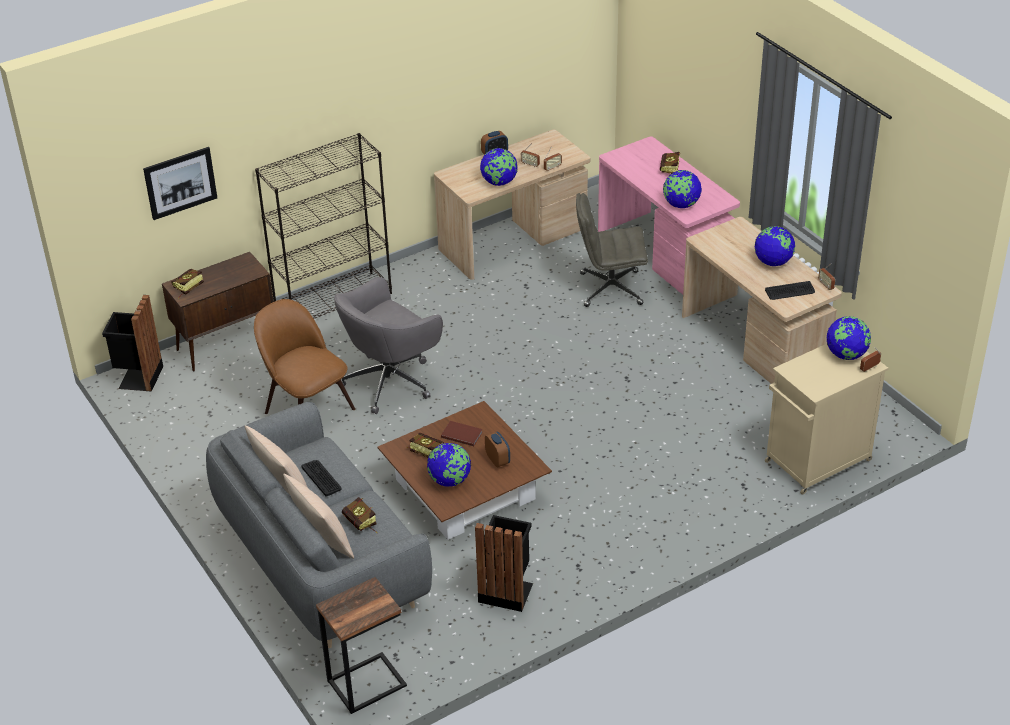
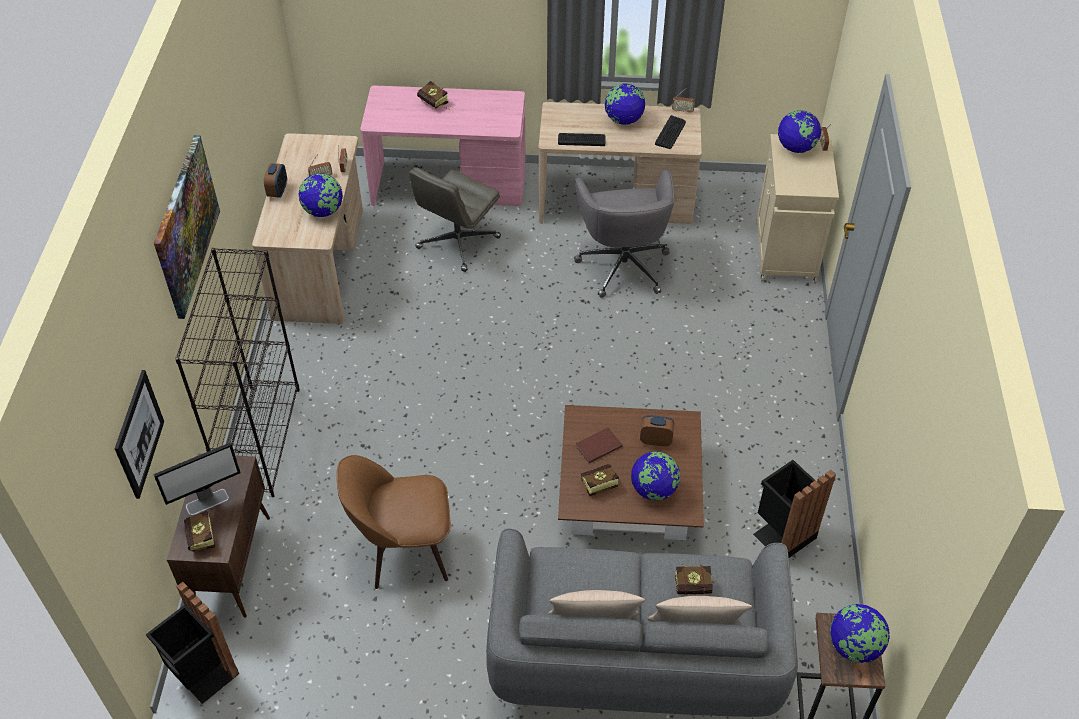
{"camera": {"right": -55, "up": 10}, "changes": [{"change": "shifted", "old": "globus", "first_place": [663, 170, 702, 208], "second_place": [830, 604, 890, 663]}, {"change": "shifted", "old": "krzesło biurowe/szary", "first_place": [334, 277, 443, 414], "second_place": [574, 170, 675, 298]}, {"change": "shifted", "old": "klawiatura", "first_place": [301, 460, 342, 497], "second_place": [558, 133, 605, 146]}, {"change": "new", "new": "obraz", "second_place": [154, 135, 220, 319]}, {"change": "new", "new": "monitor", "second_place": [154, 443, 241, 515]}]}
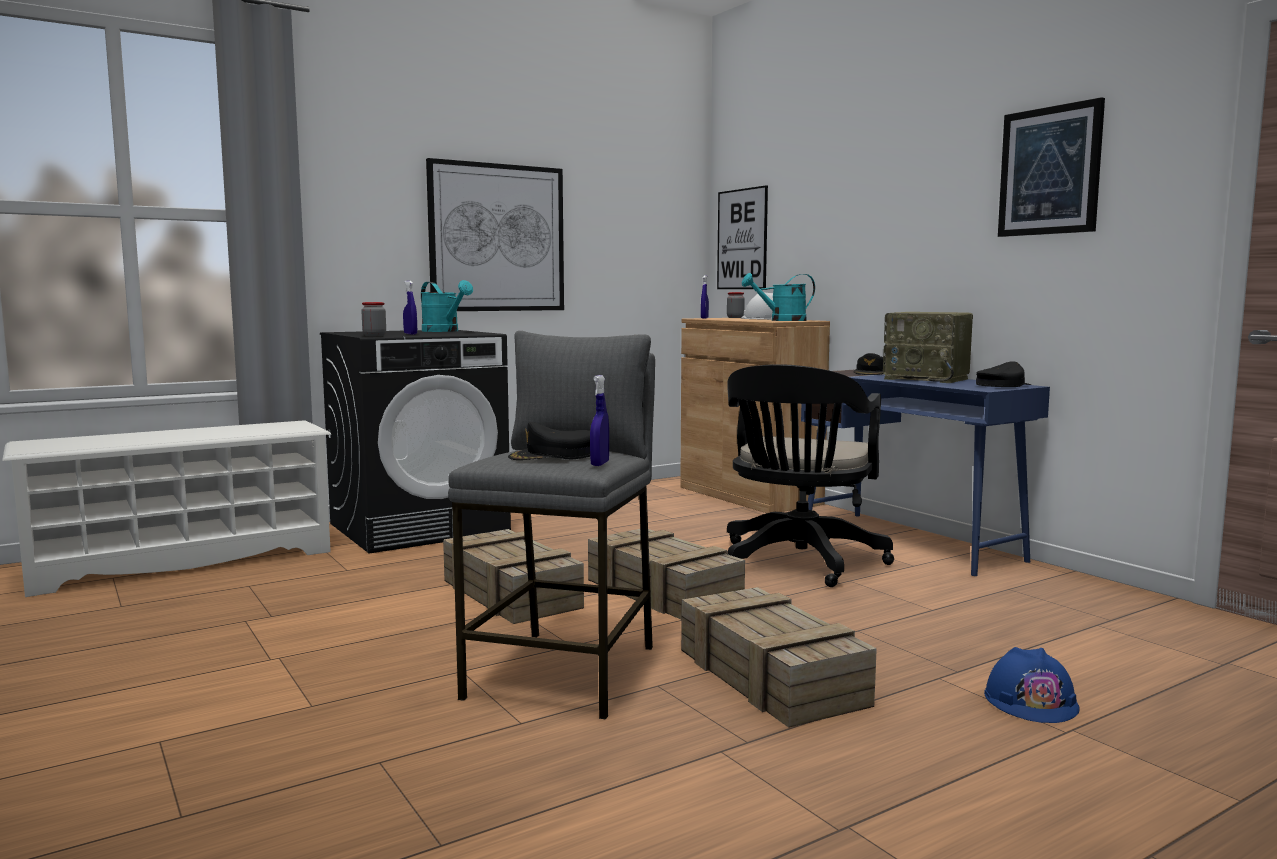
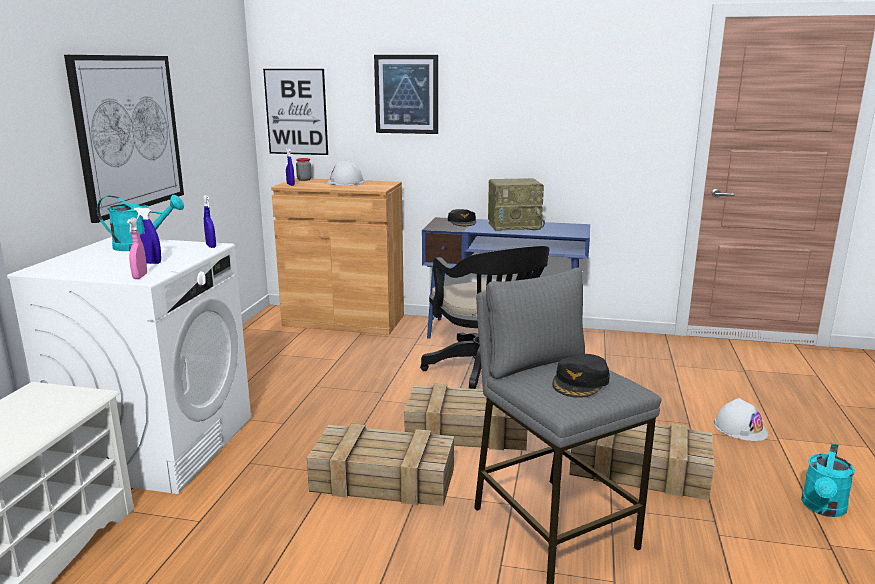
{"camera": {"right": -45, "up": 10}, "changes": [{"change": "shifted", "old": "obraz", "first_place": [998, 97, 1105, 237], "second_place": [374, 55, 438, 134]}, {"change": "shifted", "old": "konewka/turkusowy", "first_place": [742, 273, 815, 321], "second_place": [801, 443, 855, 517]}, {"change": "swapped", "old": "słoik", "new": "spryskiwacz/różowy", "first_place": [361, 302, 386, 336], "second_place": [127, 218, 147, 279]}, {"change": "repainted", "old": "pralka/czarny", "new": "pralka/biały", "first_place": [320, 330, 511, 554], "second_place": [7, 237, 251, 494]}, {"change": "gone", "old": "czapka z daszkiem/czarny", "first_place": [976, 361, 1031, 387]}, {"change": "shifted", "old": "spryskiwacz/niebieski", "first_place": [590, 375, 609, 466], "second_place": [203, 195, 216, 248]}, {"change": "repainted", "old": "kask/niebieski", "new": "kask/biały", "first_place": [984, 647, 1080, 723], "second_place": [713, 398, 769, 441]}]}
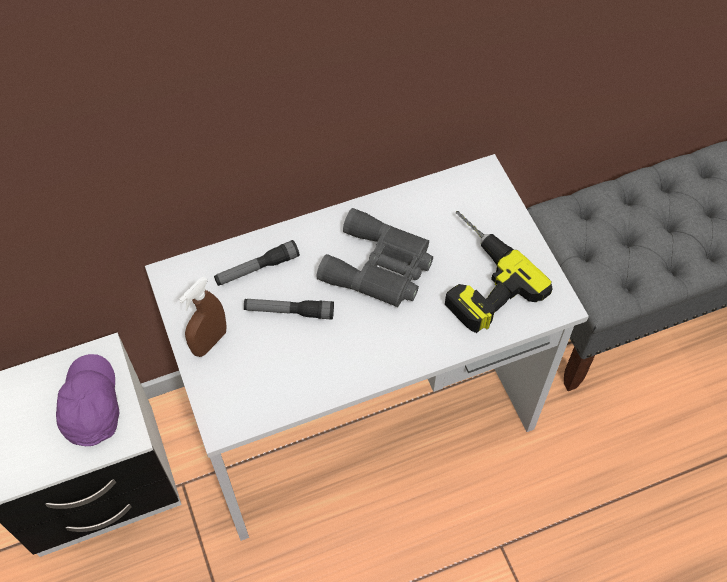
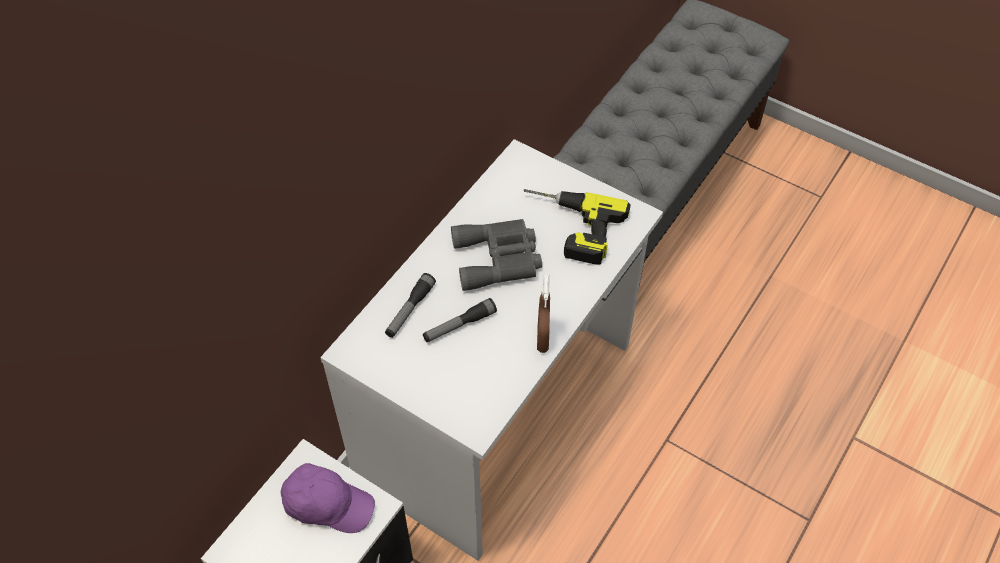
{"camera": {"right": -35, "up": -5}, "changes": [{"change": "shifted", "old": "spryskiwacz/brązowy", "first_place": [179, 276, 227, 357], "second_place": [537, 275, 550, 353]}, {"change": "rotated", "old": "czapka z daszkiem/fioletowy", "first_place": [56, 354, 120, 446], "second_place": [281, 463, 375, 533], "degrees": 150}]}
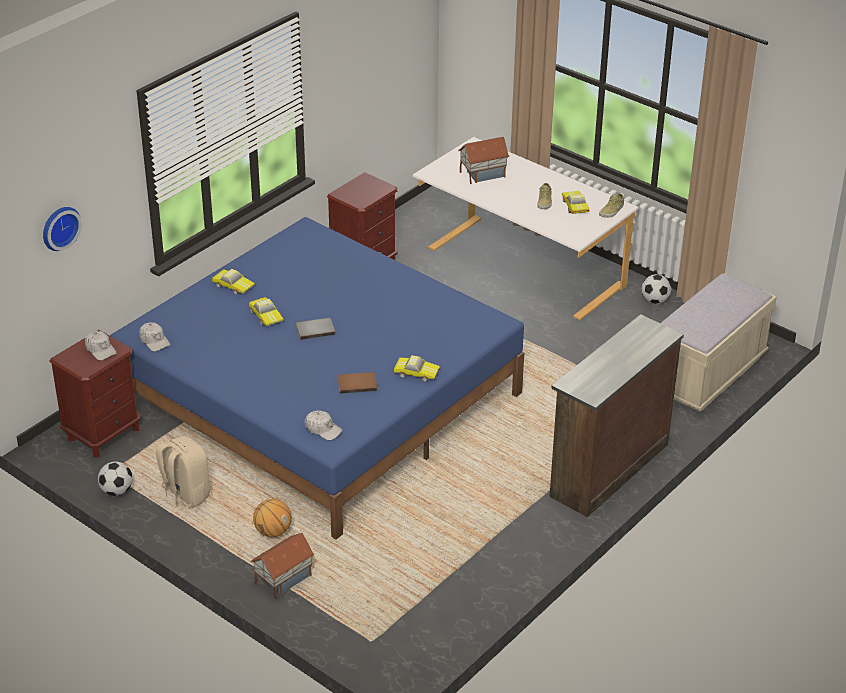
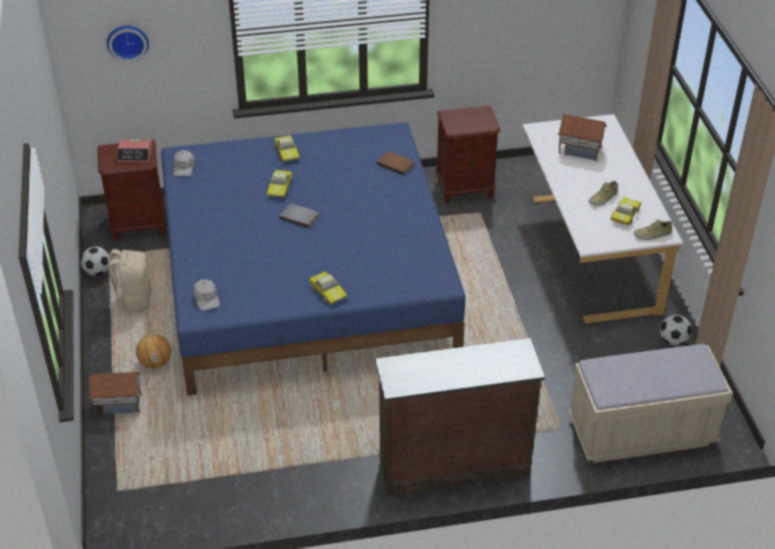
{"camera": {"right": 40, "up": 5}, "changes": [{"change": "swapped", "old": "czapka z daszkiem/biały", "new": "budzik", "first_place": [85, 331, 116, 360], "second_place": [117, 139, 153, 163]}, {"change": "shifted", "old": "książka/brązowy", "first_place": [338, 372, 377, 394], "second_place": [377, 151, 415, 175]}]}
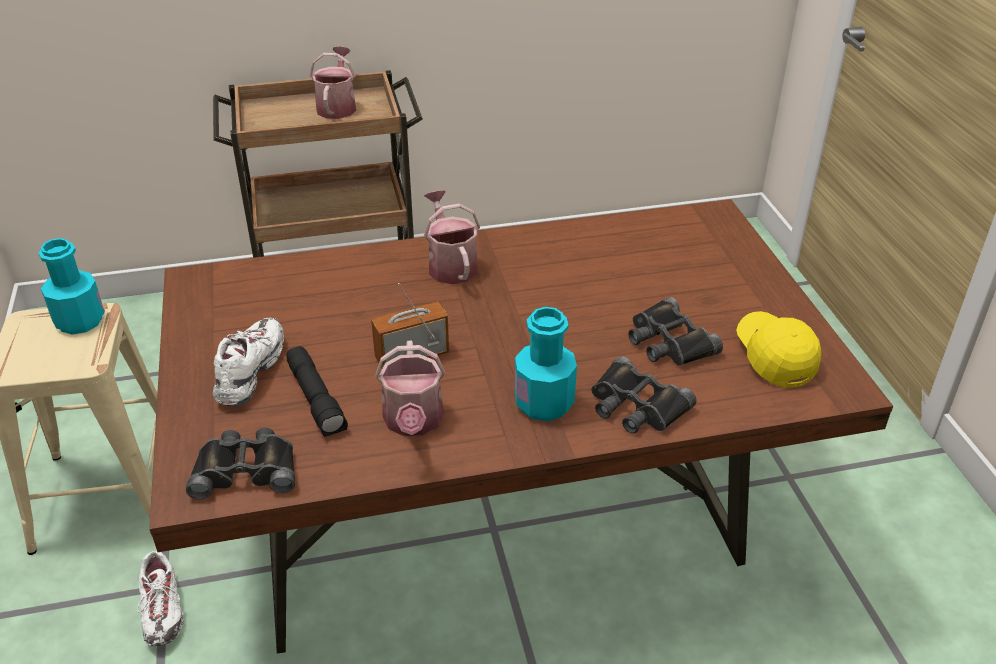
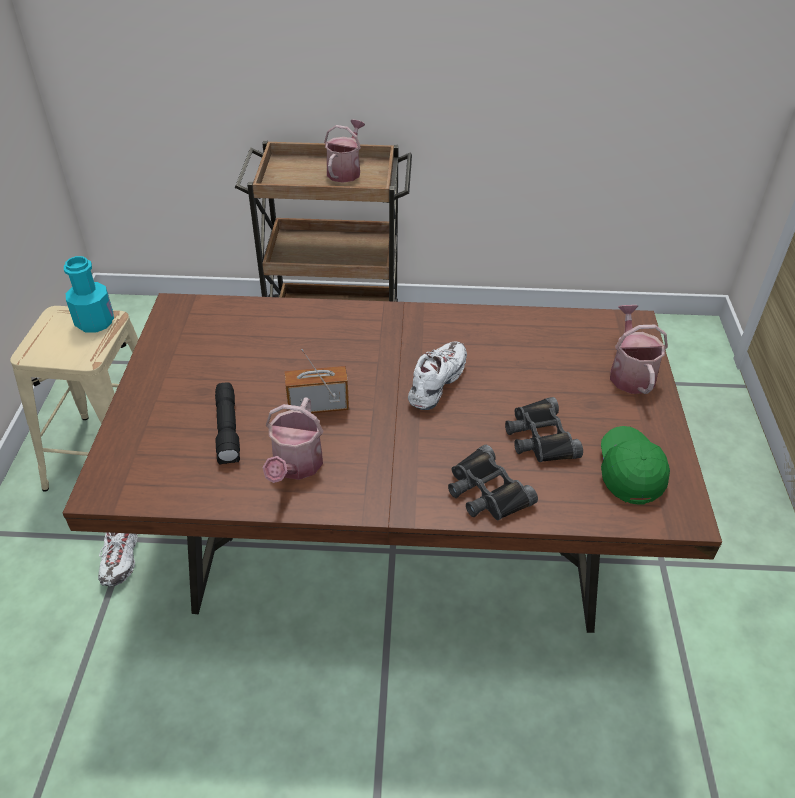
{"camera": {"right": 15, "up": 5}, "changes": [{"change": "shifted", "old": "konewka", "first_place": [424, 190, 480, 284], "second_place": [610, 305, 668, 394]}, {"change": "gone", "old": "butelka/turkusowy", "first_place": [515, 307, 577, 421]}, {"change": "repainted", "old": "czapka z daszkiem/żółty", "new": "czapka z daszkiem/zielony", "first_place": [736, 311, 821, 388], "second_place": [601, 426, 670, 505]}, {"change": "shifted", "old": "but/biały", "first_place": [213, 318, 284, 407], "second_place": [408, 342, 467, 410]}, {"change": "gone", "old": "lornetka/czarny", "first_place": [186, 428, 295, 499]}]}
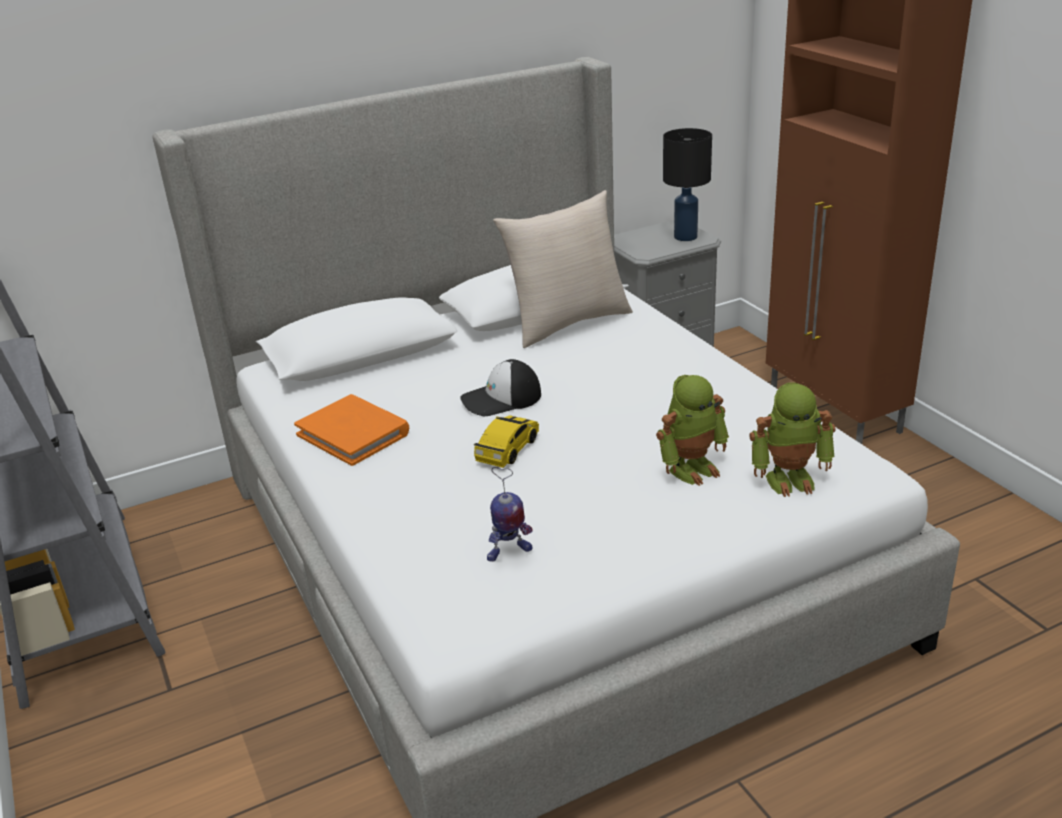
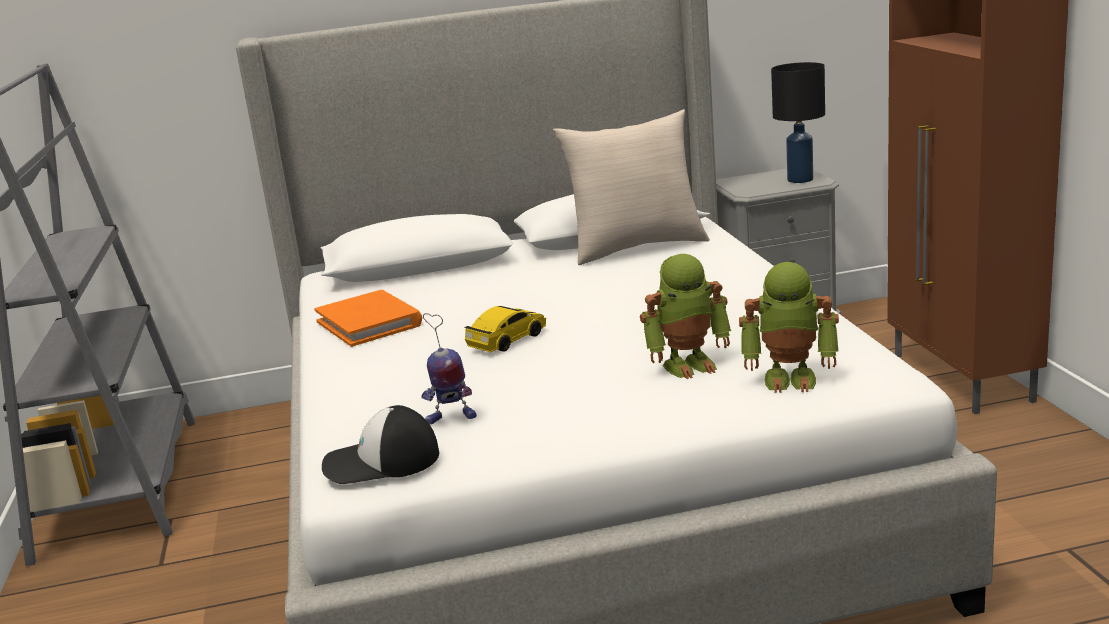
{"camera": {"right": 15, "up": -10}, "changes": [{"change": "shifted", "old": "czapka z daszkiem", "first_place": [460, 359, 541, 416], "second_place": [322, 405, 439, 484]}]}
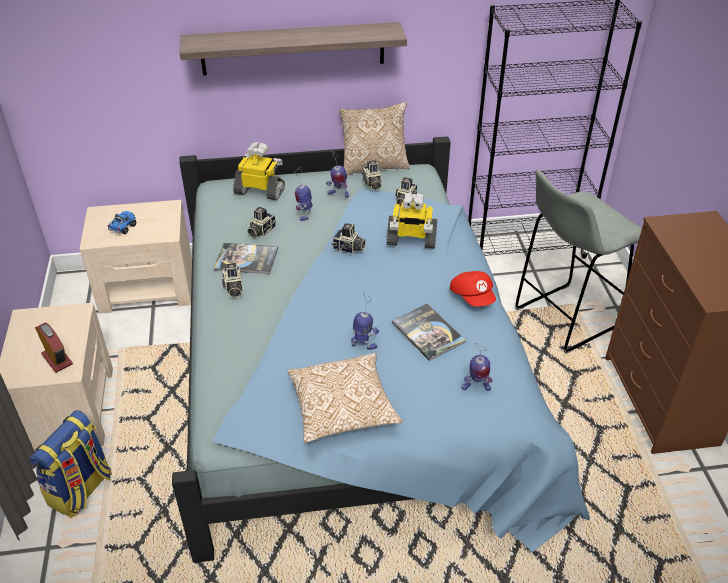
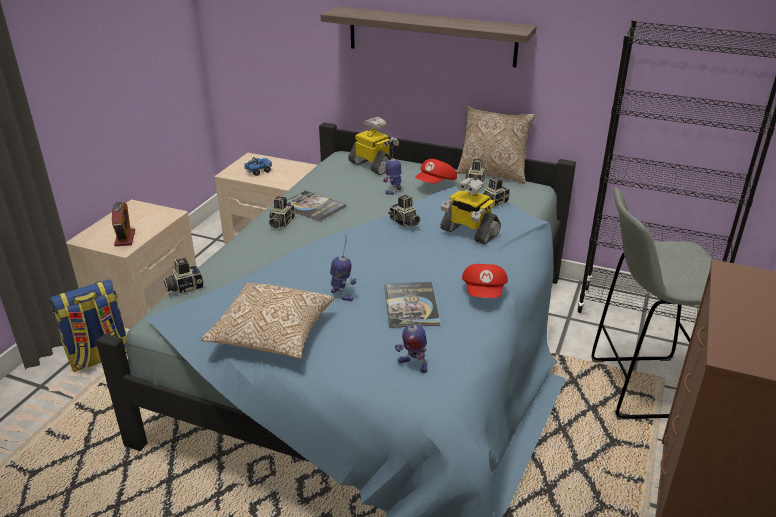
{"camera": {"right": 30, "up": -10}, "changes": [{"change": "swapped", "old": "robot zabawkowy", "new": "czapka z daszkiem/czerwony", "first_place": [326, 151, 349, 198], "second_place": [415, 159, 457, 183]}, {"change": "shifted", "old": "aparat fotograficzny", "first_place": [247, 207, 276, 238], "second_place": [163, 258, 204, 294]}]}
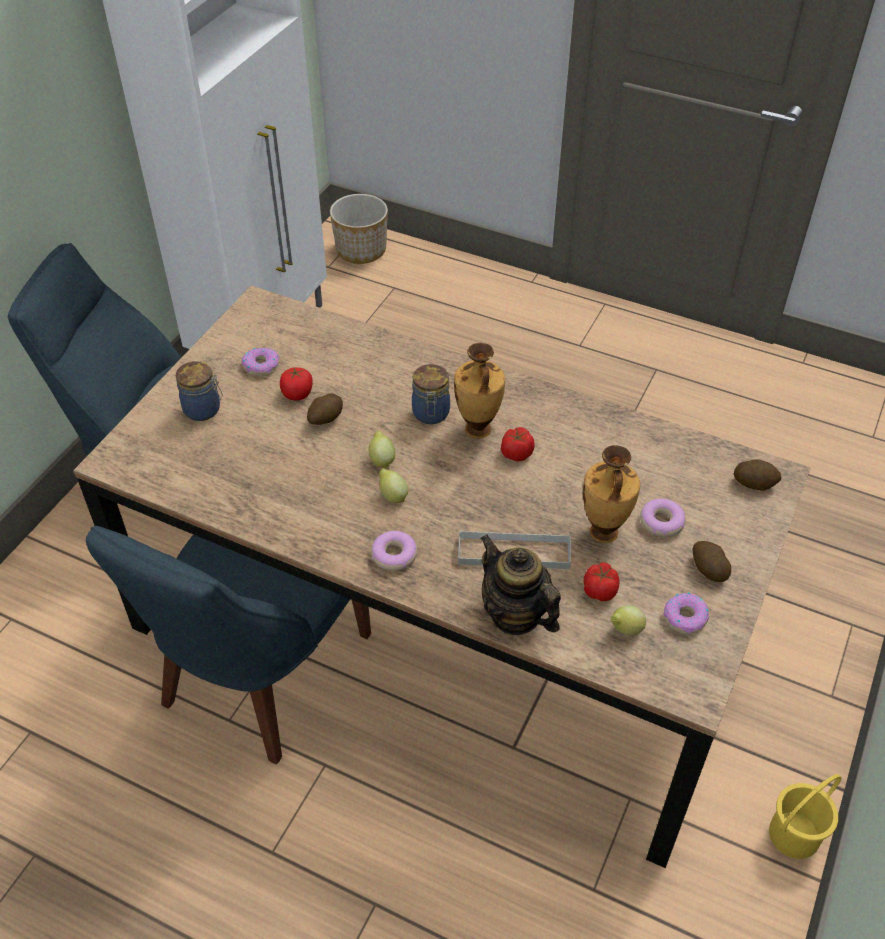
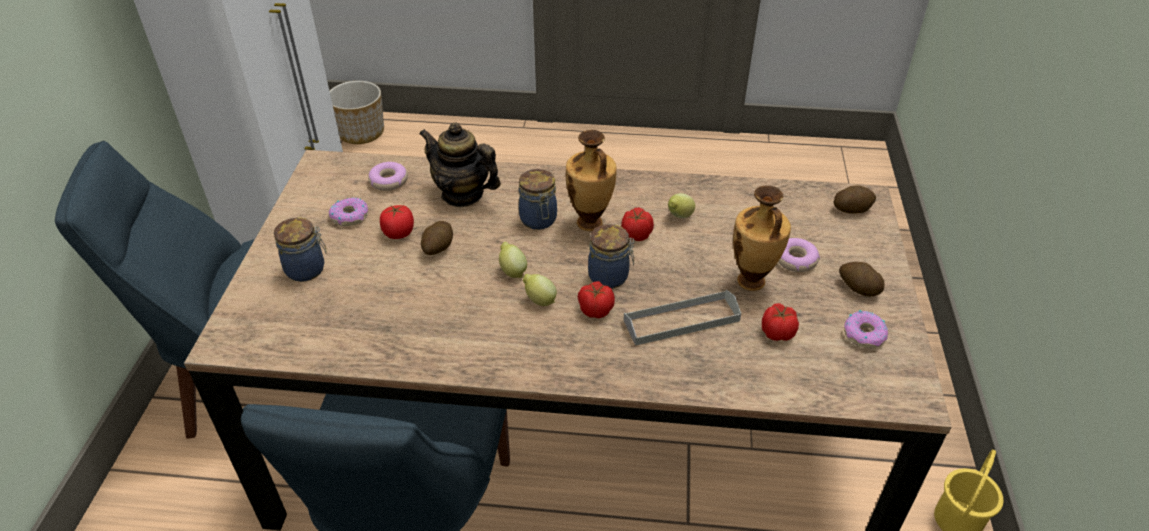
{"camera": {"right": -20, "up": -5}, "changes": [{"change": "shifted", "old": "donut", "first_place": [371, 531, 417, 571], "second_place": [368, 162, 408, 191]}, {"change": "shifted", "old": "imbryk", "first_place": [480, 535, 561, 635], "second_place": [419, 122, 501, 207]}, {"change": "shifted", "old": "cytryna", "first_place": [611, 606, 646, 636], "second_place": [668, 193, 695, 218]}, {"change": "new", "new": "słoik", "second_place": [588, 224, 635, 289]}, {"change": "new", "new": "pomidor", "second_place": [578, 281, 615, 318]}]}
